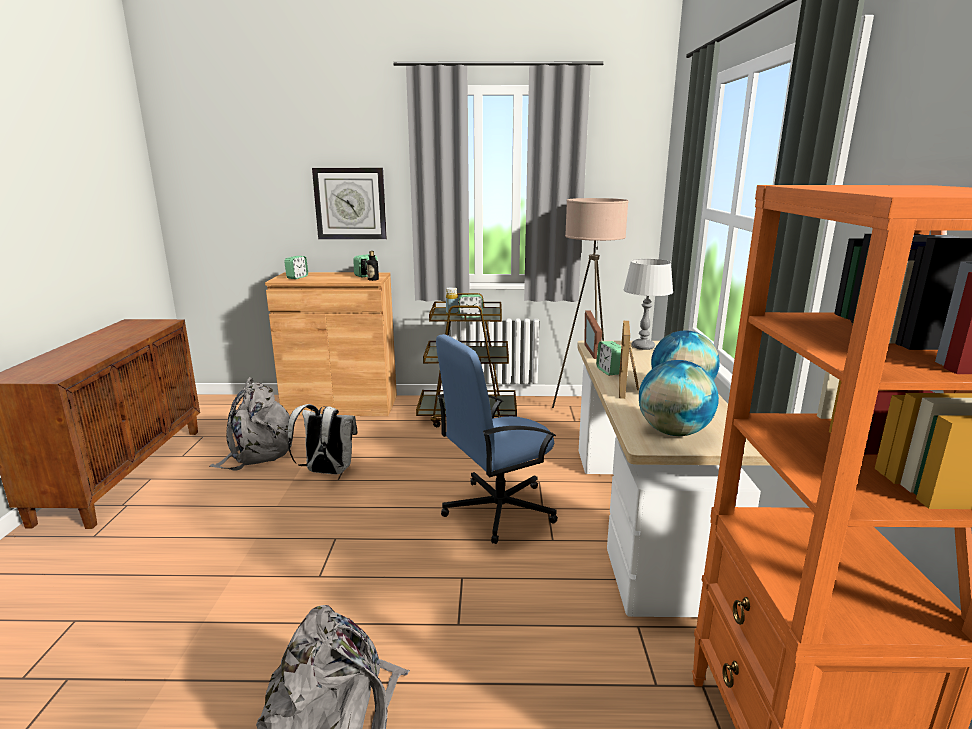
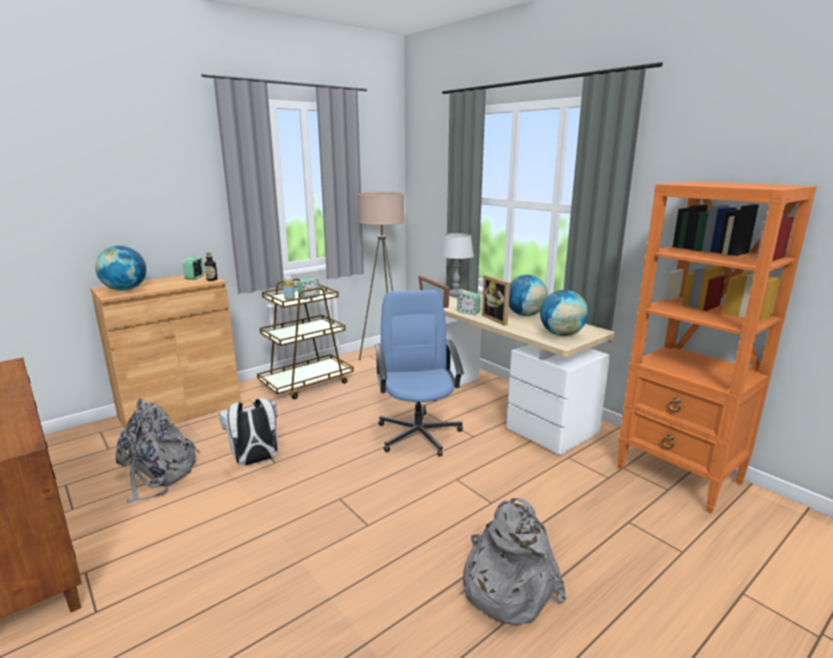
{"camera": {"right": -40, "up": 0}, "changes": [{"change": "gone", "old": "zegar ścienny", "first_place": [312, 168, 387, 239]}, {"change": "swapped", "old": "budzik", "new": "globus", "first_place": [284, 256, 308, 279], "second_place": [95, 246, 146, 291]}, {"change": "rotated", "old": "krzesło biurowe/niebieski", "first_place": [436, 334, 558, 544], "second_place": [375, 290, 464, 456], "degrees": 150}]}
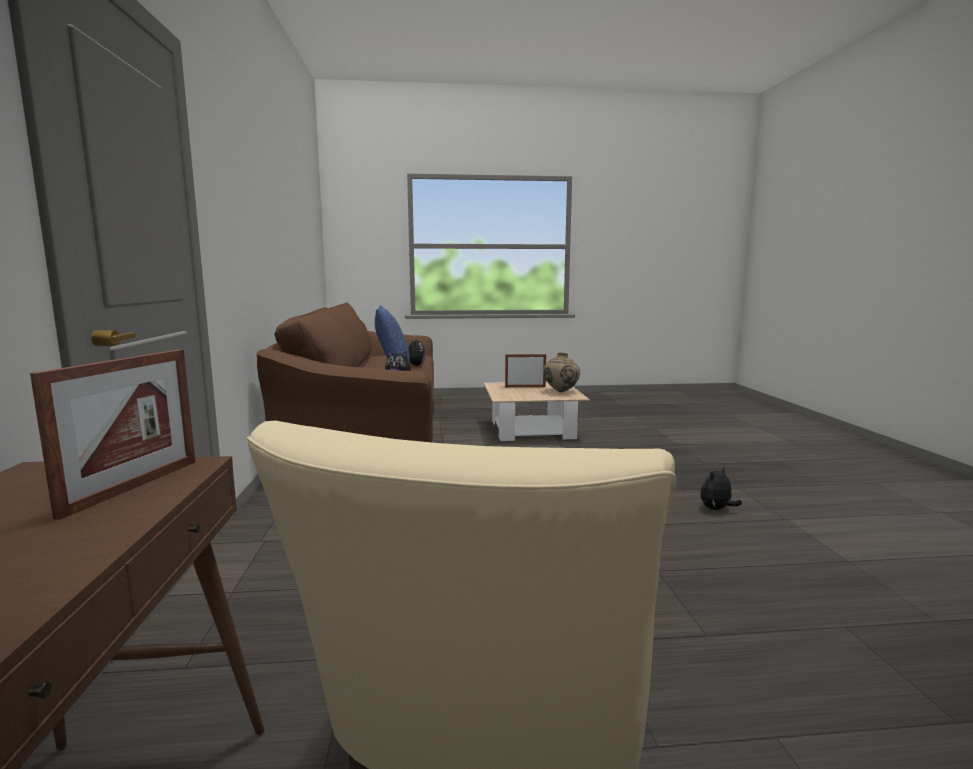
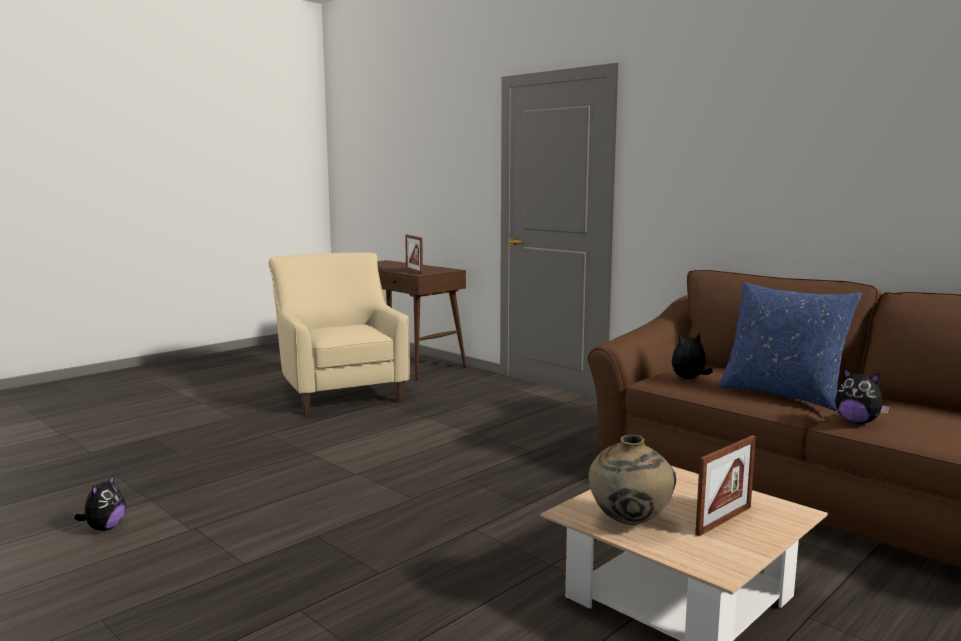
{"camera": {"right": 140, "up": 0}, "changes": [{"change": "shifted", "old": "pluszak", "first_place": [701, 466, 742, 510], "second_place": [74, 474, 126, 531]}]}
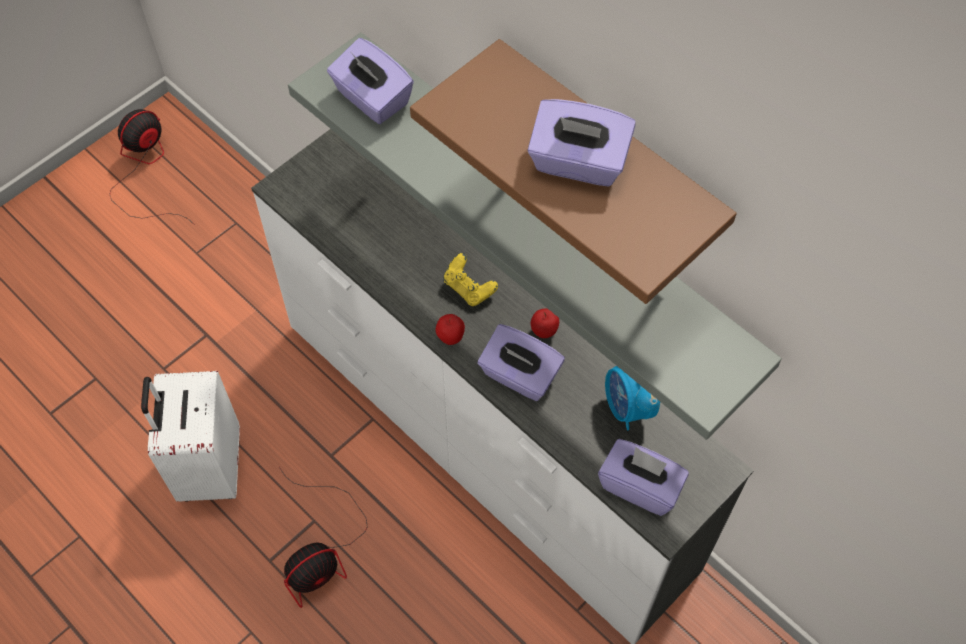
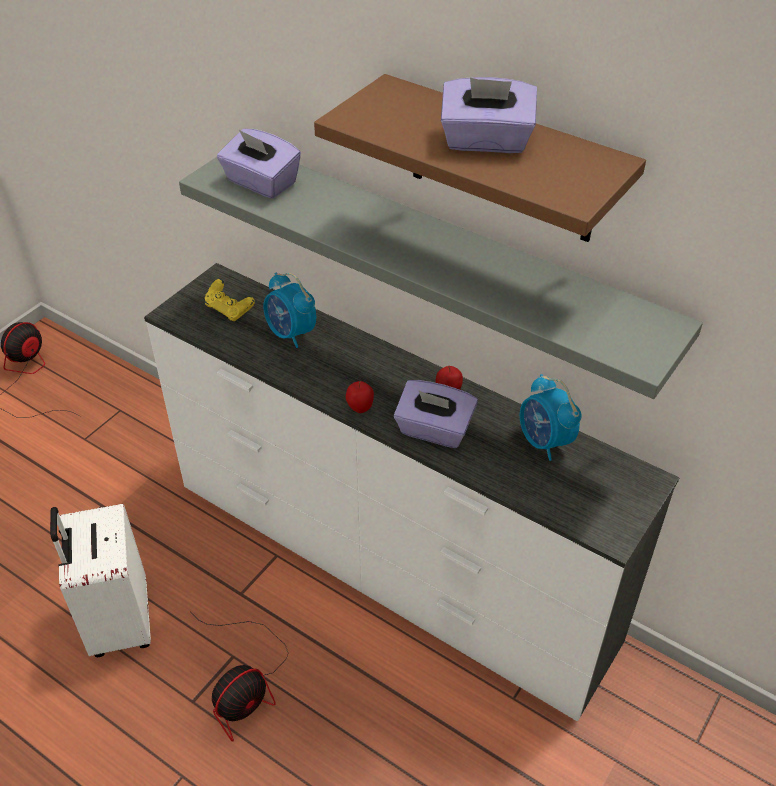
{"camera": {"right": -10, "up": -15}, "changes": [{"change": "shifted", "old": "pad do gier/żółty", "first_place": [443, 253, 498, 306], "second_place": [205, 279, 255, 321]}, {"change": "gone", "old": "pudełko chusteczek/fioletowy", "first_place": [598, 439, 689, 516]}, {"change": "new", "new": "budzik", "second_place": [263, 272, 316, 348]}]}
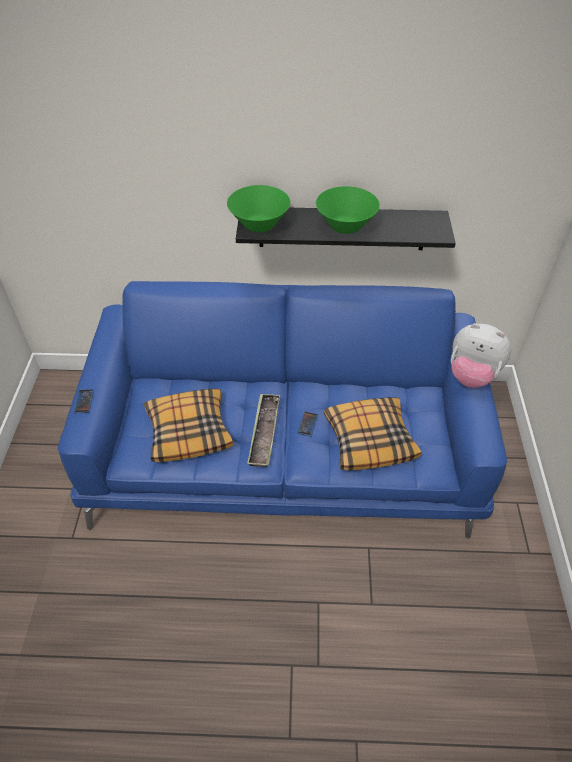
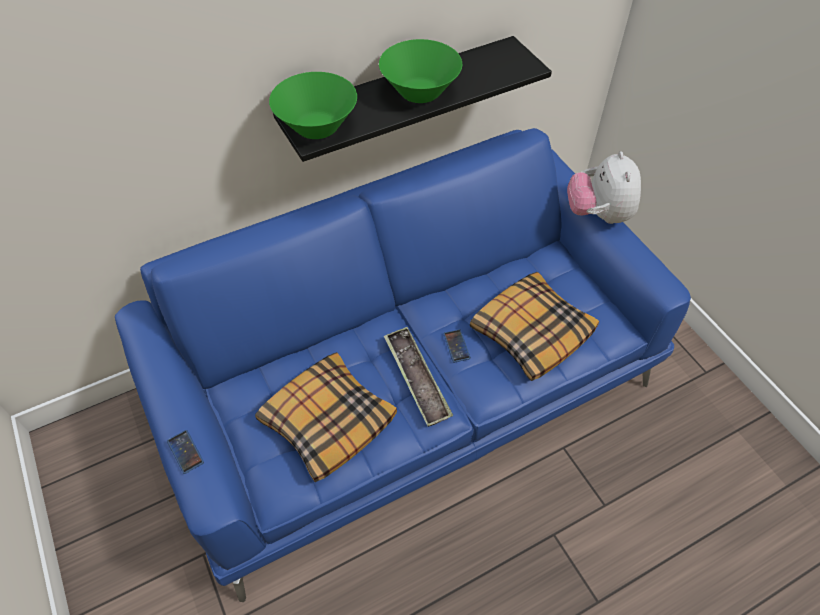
{"camera": {"right": -30, "up": 5}, "changes": [{"change": "rotated", "old": "pluszak", "first_place": [451, 323, 511, 388], "second_place": [567, 151, 641, 224], "degrees": 90}]}
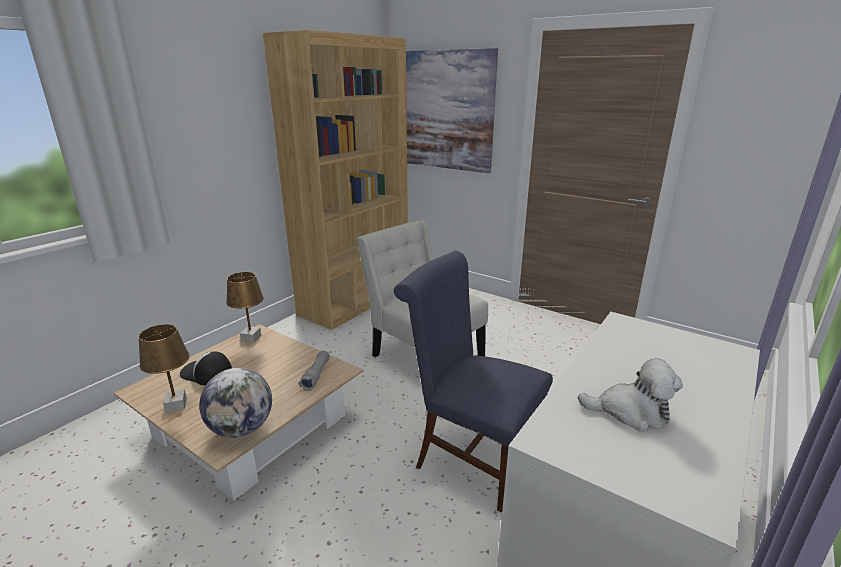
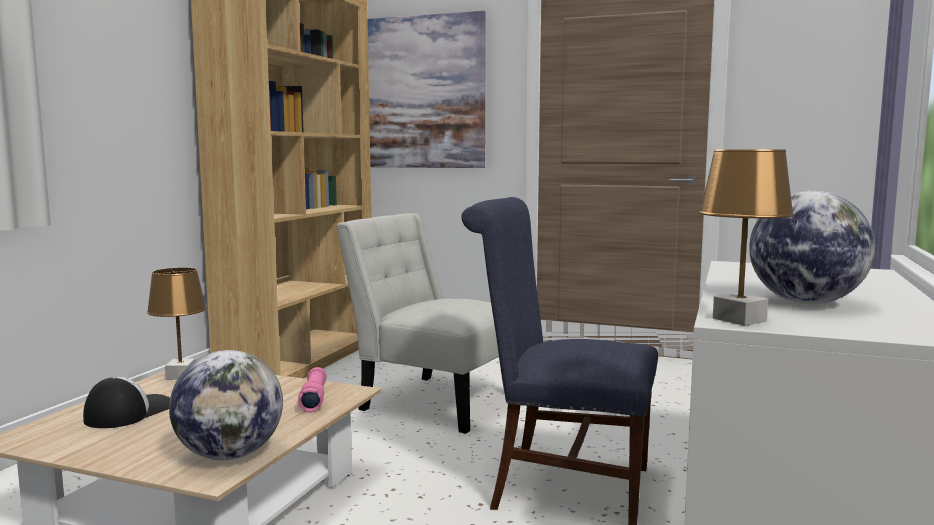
{"camera": {"right": -15, "up": -15}, "changes": [{"change": "shifted", "old": "lampa stołowa/brązowy", "first_place": [138, 324, 190, 413], "second_place": [699, 150, 794, 326]}, {"change": "repainted", "old": "latarka/szary", "new": "latarka/różowy", "first_place": [299, 350, 330, 391], "second_place": [298, 367, 327, 413]}, {"change": "rotated", "old": "czapka z daszkiem", "first_place": [180, 351, 232, 386], "second_place": [83, 377, 170, 428], "degrees": 105}, {"change": "swapped", "old": "pluszak", "new": "globus", "first_place": [578, 358, 683, 432], "second_place": [749, 191, 875, 304]}]}
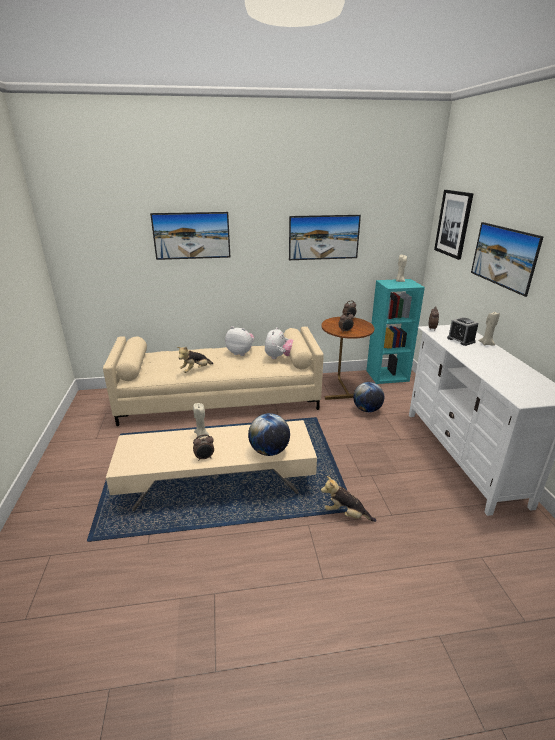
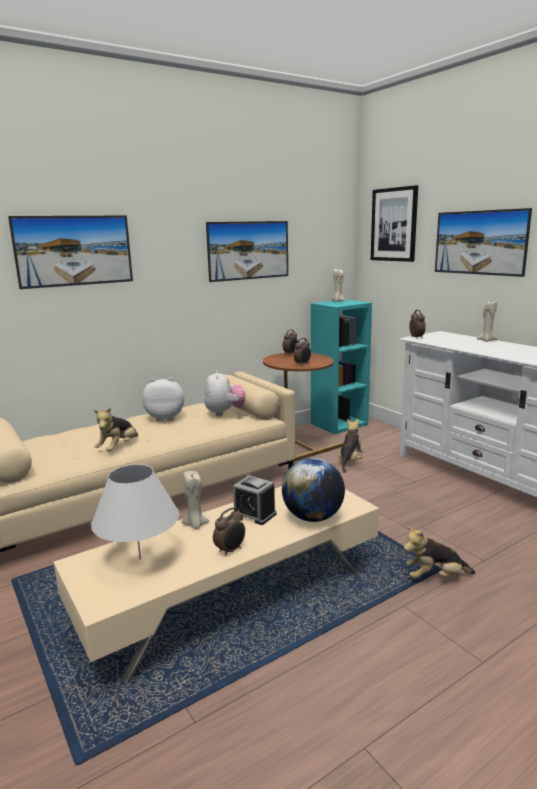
{"camera": {"right": -25, "up": -10}, "changes": [{"change": "shifted", "old": "budzik", "first_place": [447, 317, 478, 346], "second_place": [233, 475, 277, 525]}, {"change": "swapped", "old": "globus", "new": "pluszak", "first_place": [353, 382, 384, 412], "second_place": [338, 419, 364, 473]}, {"change": "new", "new": "lampa stołowa/biały", "second_place": [91, 464, 179, 559]}]}
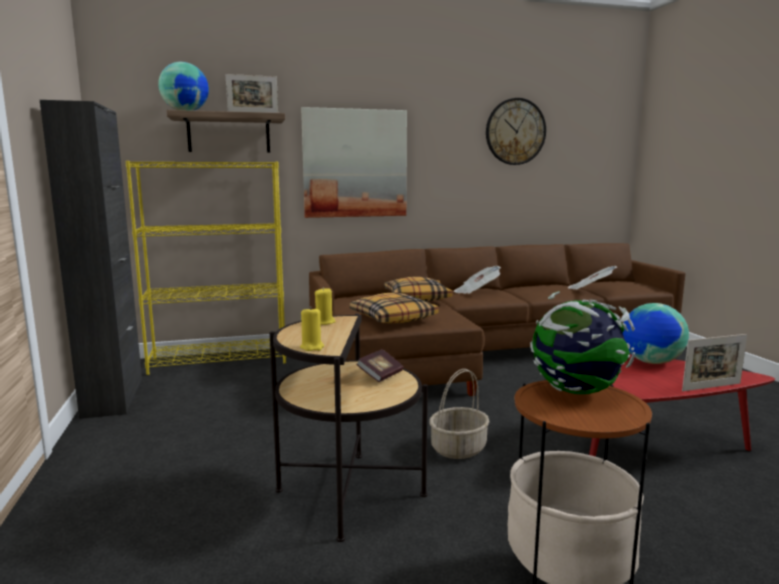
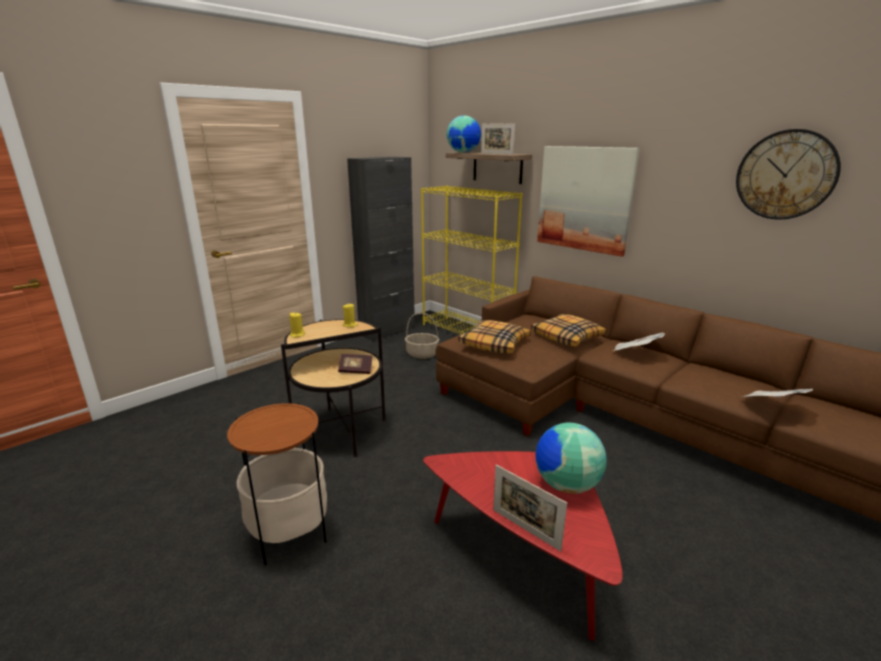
{"camera": {"right": 60, "up": 10}, "changes": [{"change": "gone", "old": "globus", "first_place": [530, 291, 635, 394]}, {"change": "shifted", "old": "koszyk", "first_place": [430, 369, 490, 459], "second_place": [405, 312, 439, 359]}]}
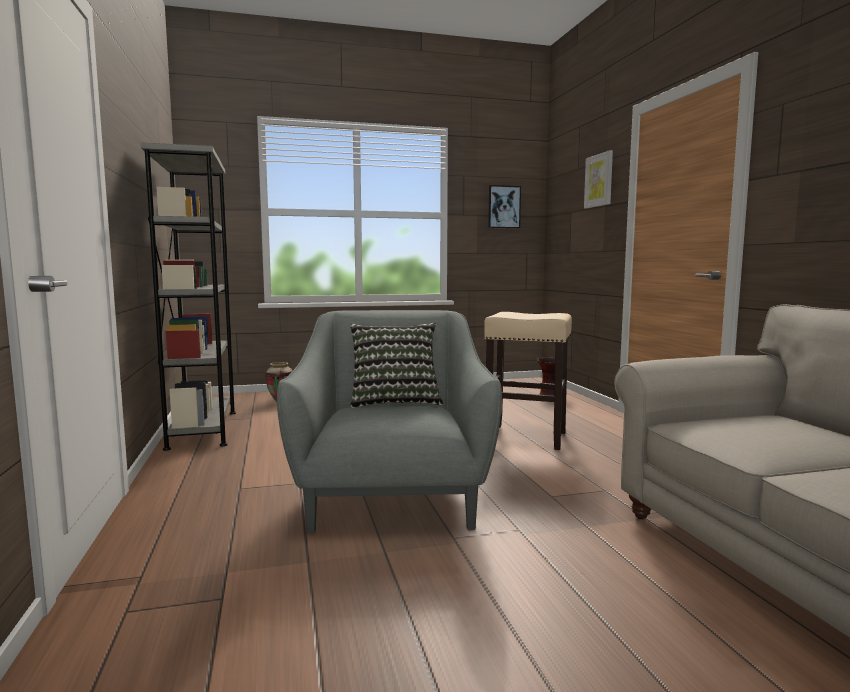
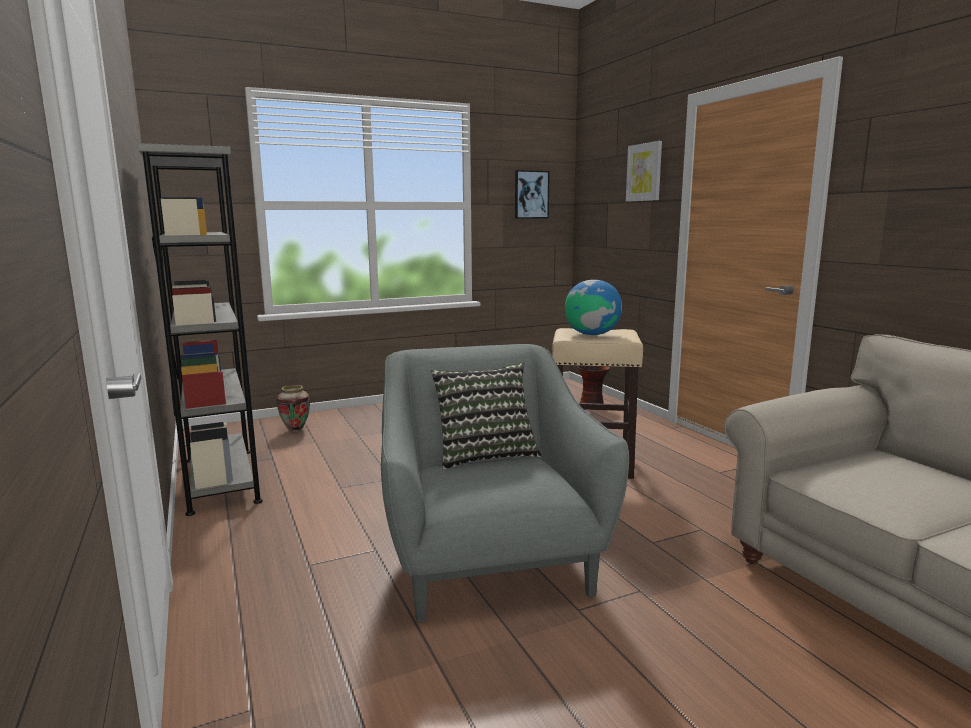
{"camera": {"right": -10, "up": 5}, "changes": [{"change": "new", "new": "globus", "second_place": [565, 280, 622, 335]}]}
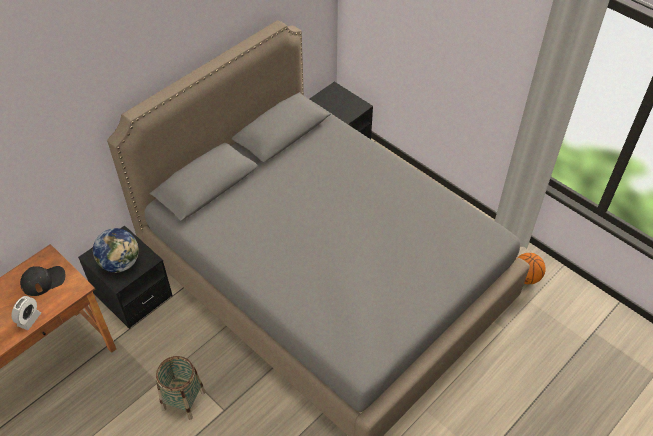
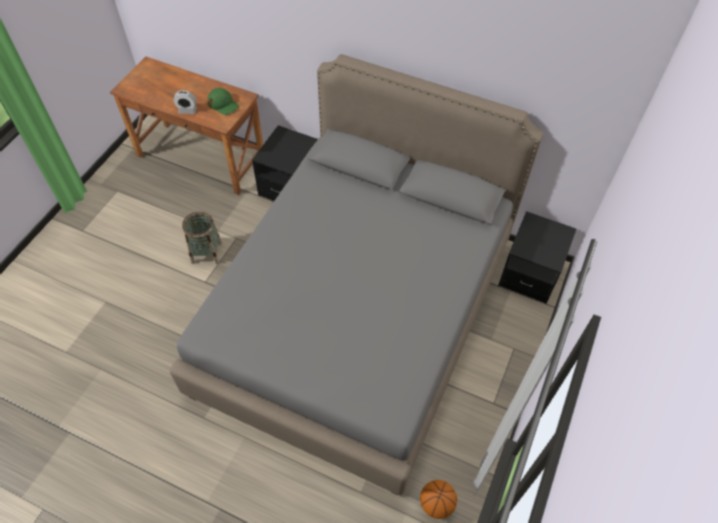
{"camera": {"right": 70, "up": 5}, "changes": [{"change": "gone", "old": "globus", "first_place": [93, 228, 139, 273]}, {"change": "repainted", "old": "czapka z daszkiem/czarny", "new": "czapka z daszkiem/zielony", "first_place": [20, 266, 65, 296], "second_place": [208, 88, 239, 115]}]}
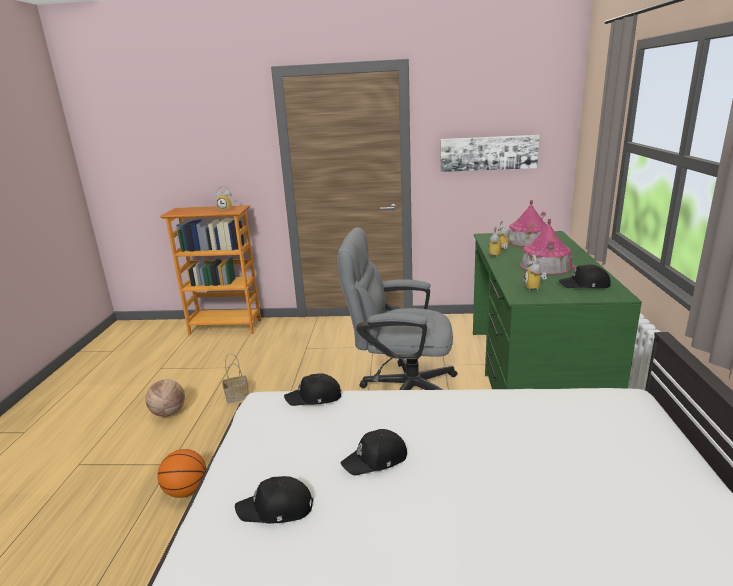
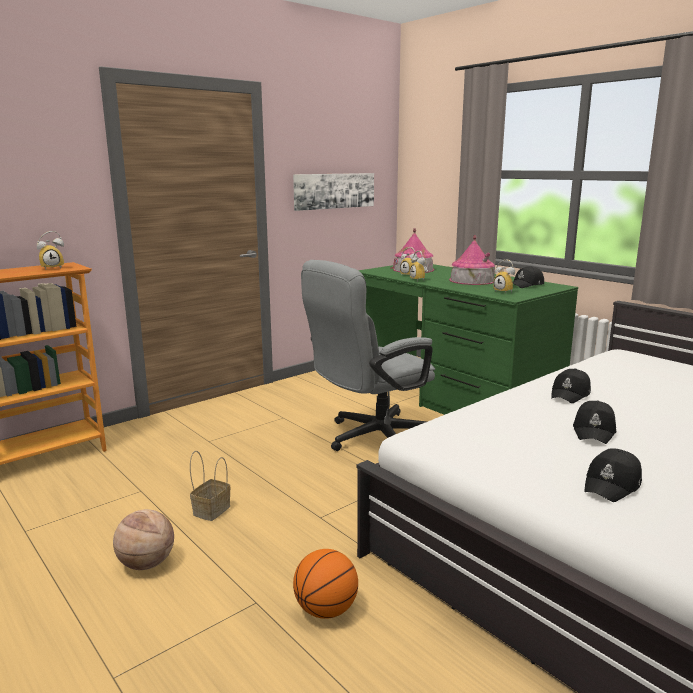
{"camera": {"right": -45, "up": -5}, "changes": [{"change": "shifted", "old": "czapka z daszkiem/czarny", "first_place": [284, 373, 341, 406], "second_place": [551, 368, 591, 403]}]}
